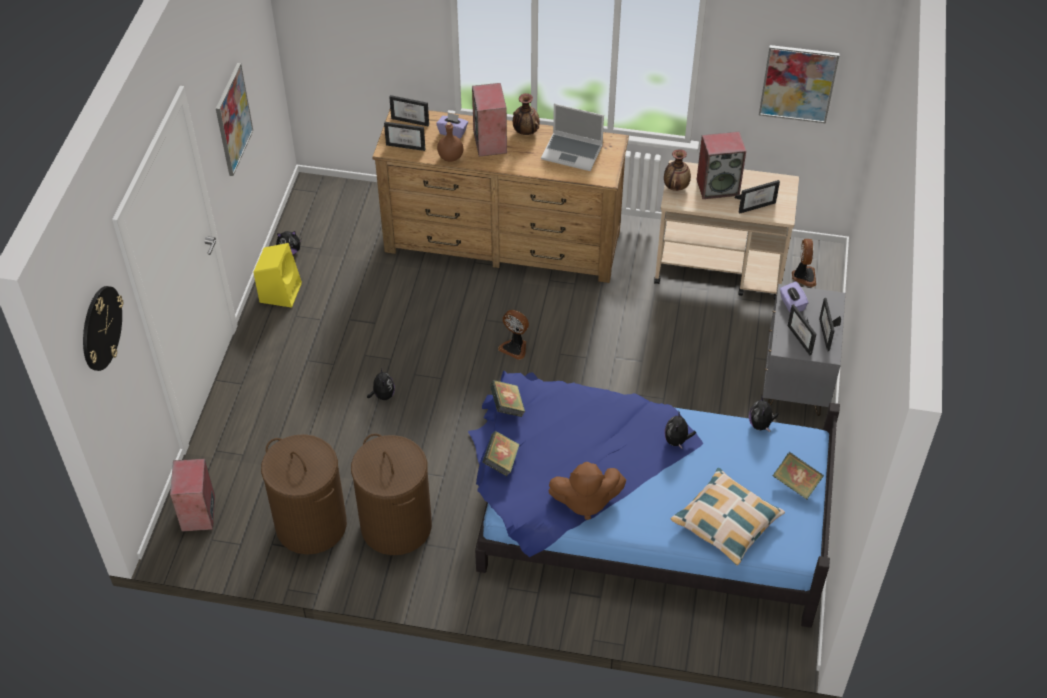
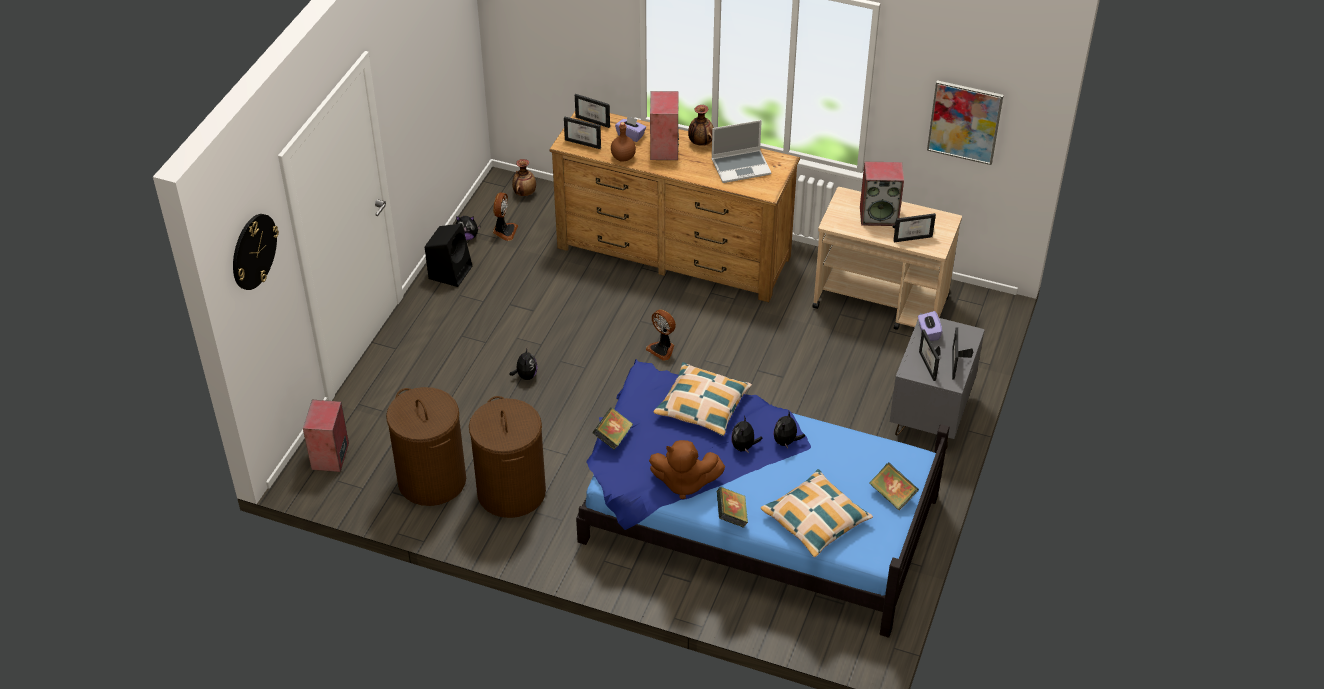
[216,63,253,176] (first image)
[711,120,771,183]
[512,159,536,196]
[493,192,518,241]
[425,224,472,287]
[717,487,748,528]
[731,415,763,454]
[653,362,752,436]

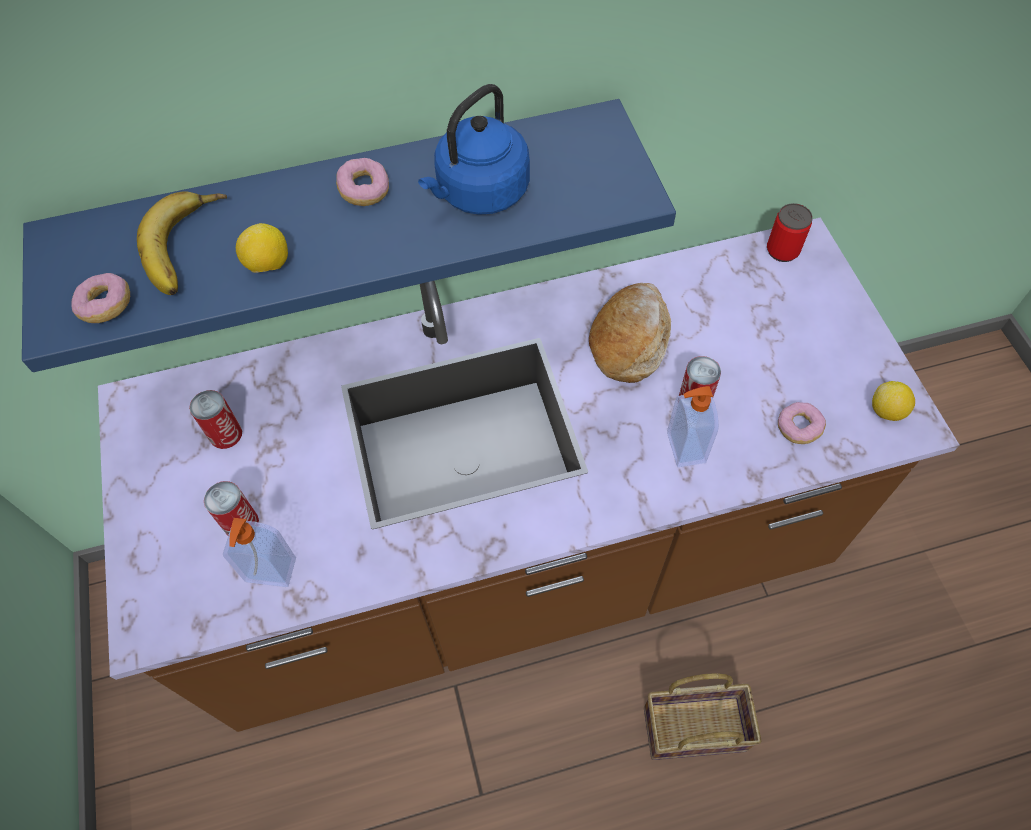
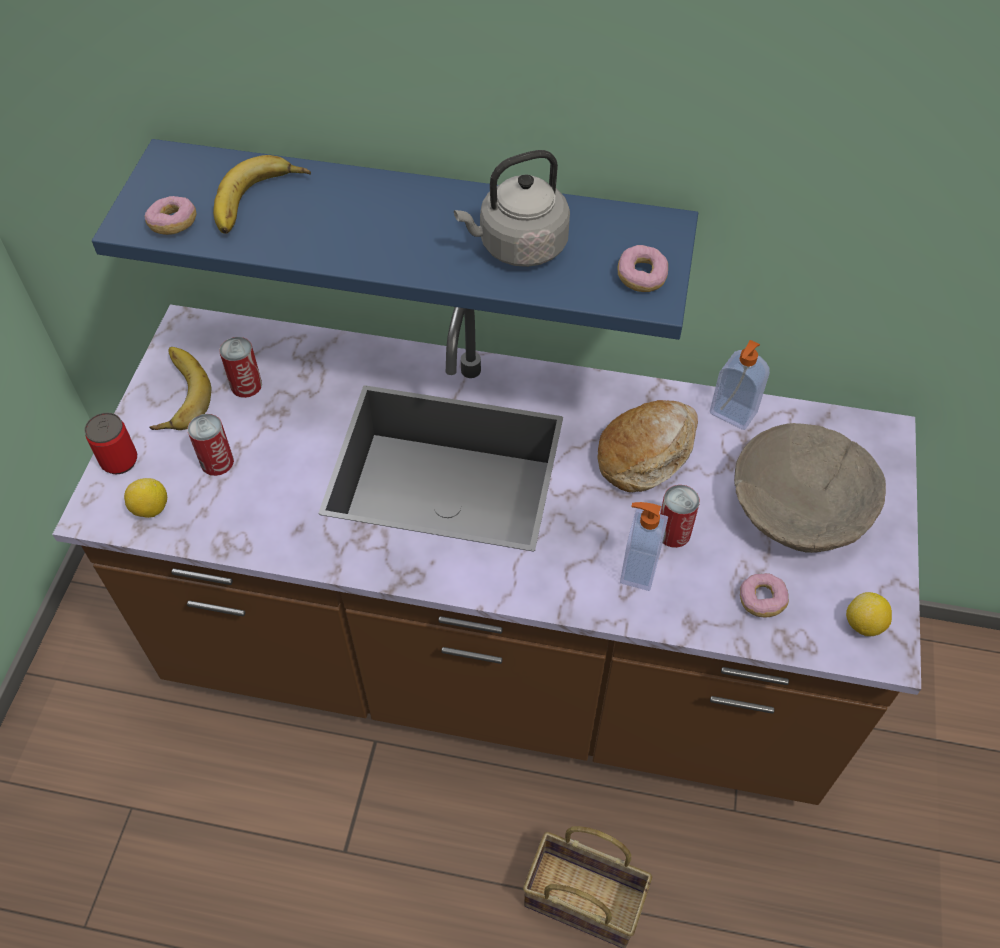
[454,150,570,267]
[618,245,668,292]
[84,413,137,474]
[124,478,167,518]
[710,340,770,430]
[149,347,212,430]
[734,423,886,553]

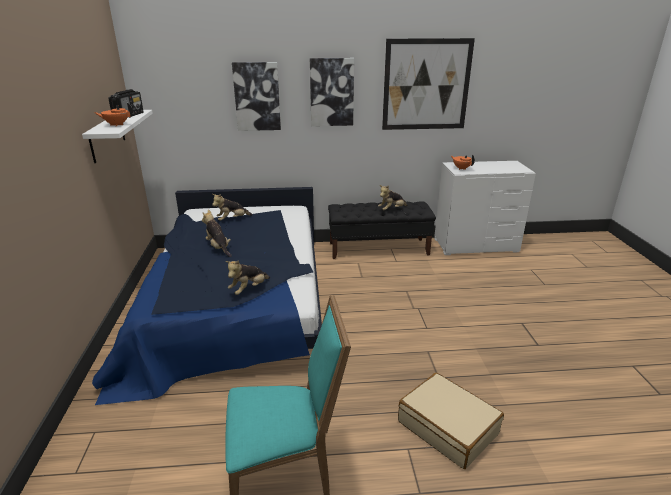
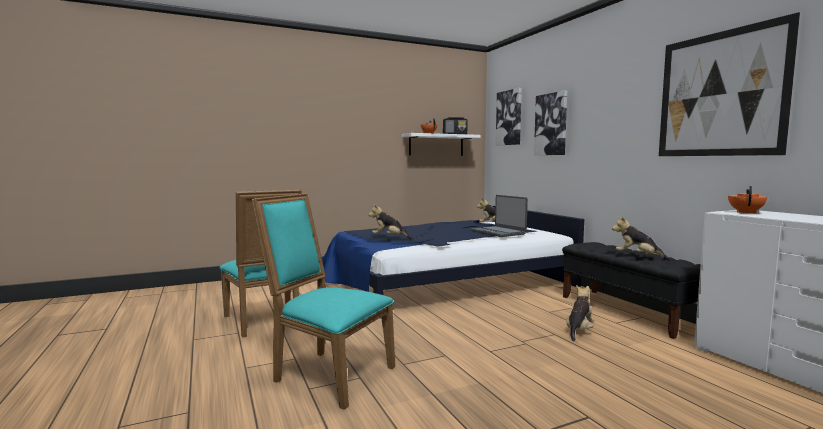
[496,88,522,146]
[566,285,594,342]
[252,193,395,410]
[471,195,528,237]

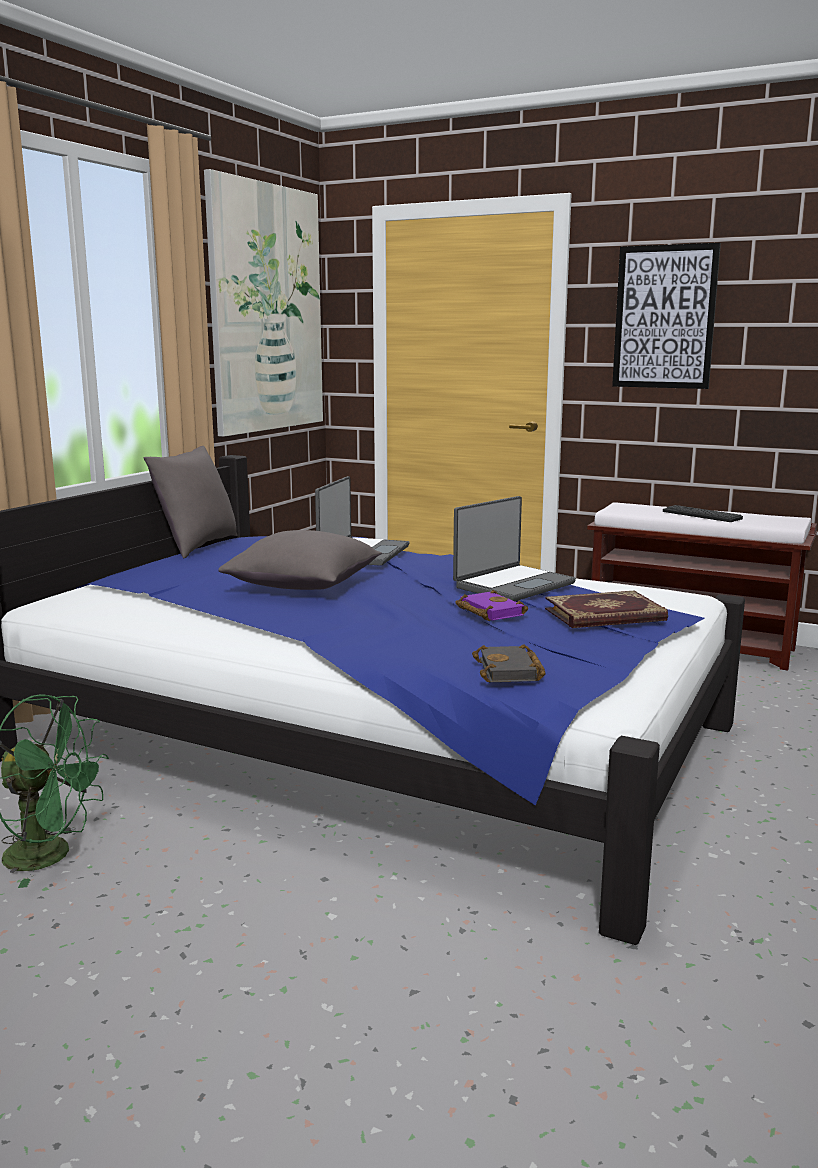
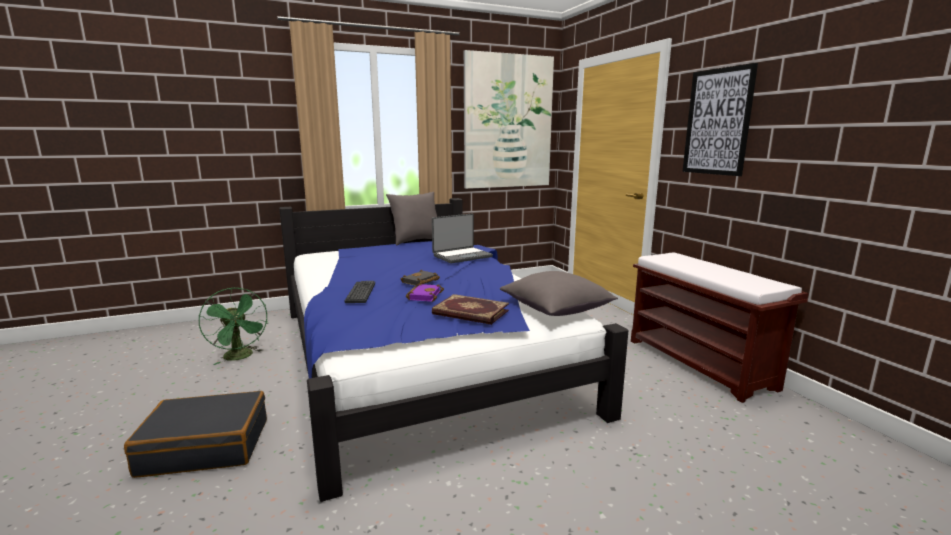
[453,496,576,601] (first image)
[345,281,375,303]
[500,271,618,316]
[400,270,440,286]
[124,391,267,478]

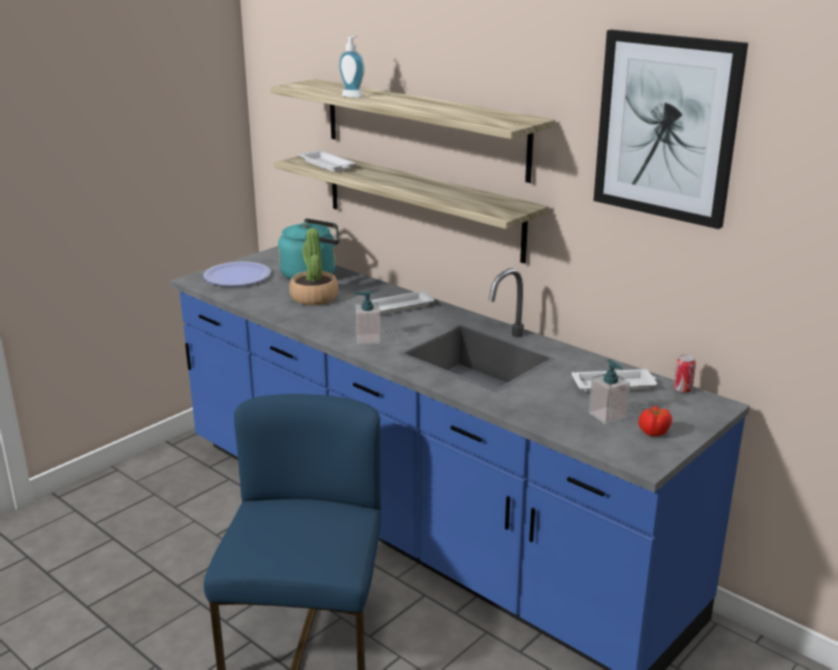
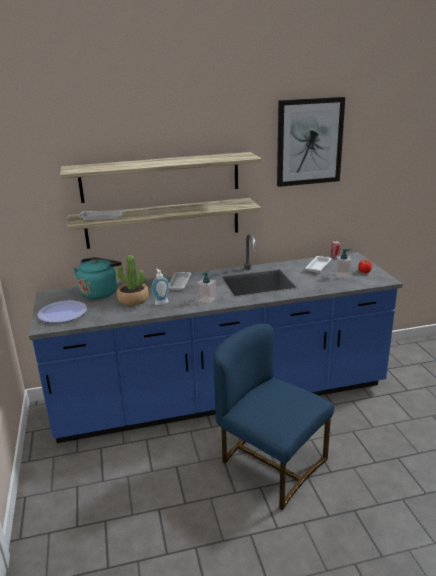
[151,268,169,305]

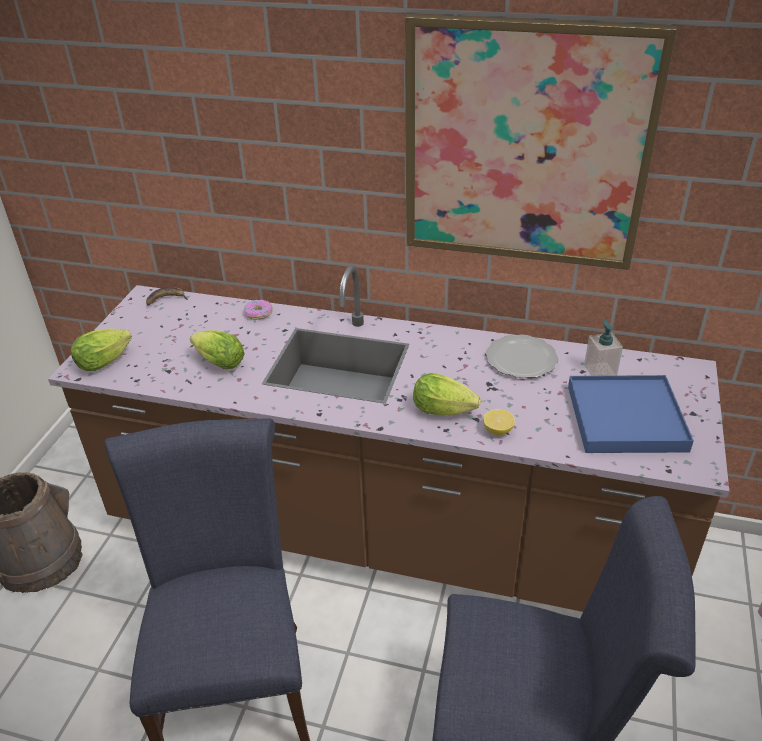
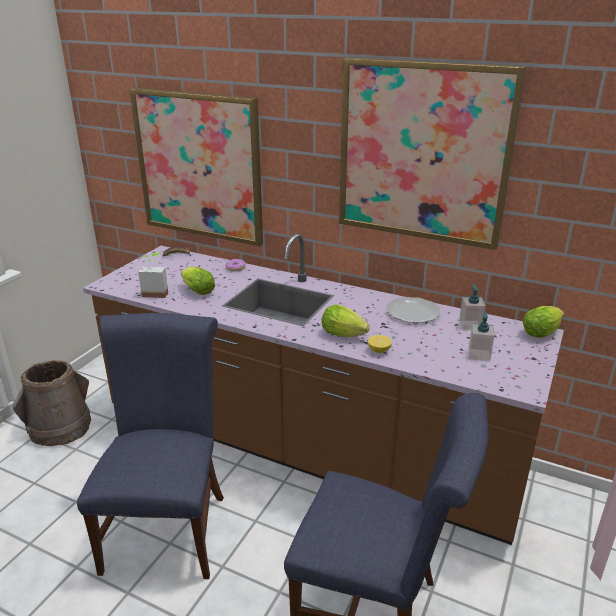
[523,306,564,338]
[469,311,495,362]
[129,87,263,246]
[138,253,168,298]

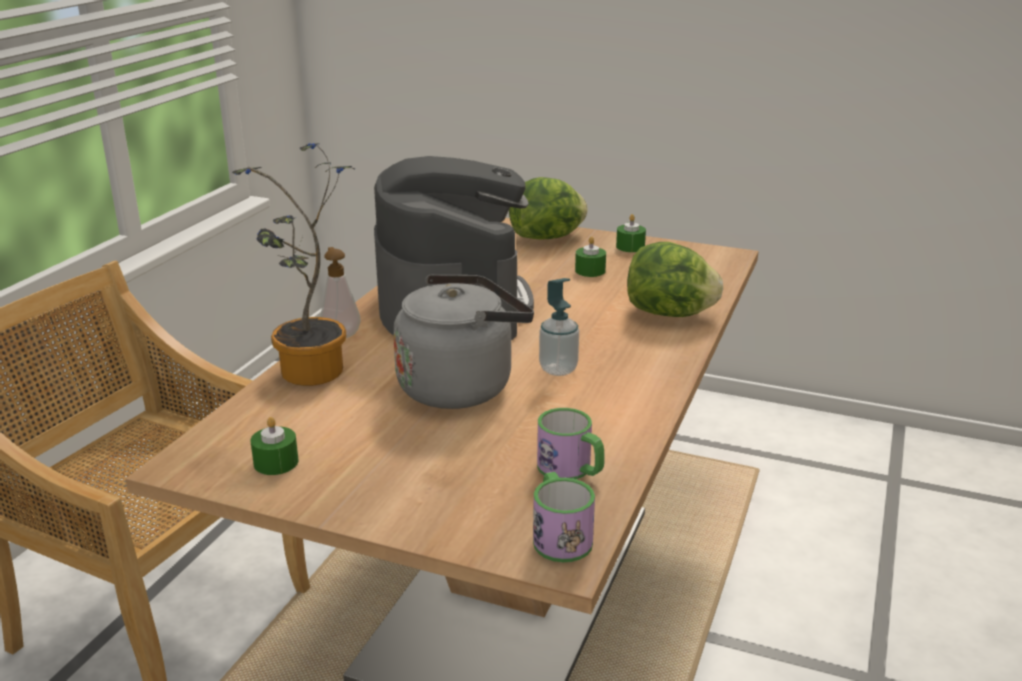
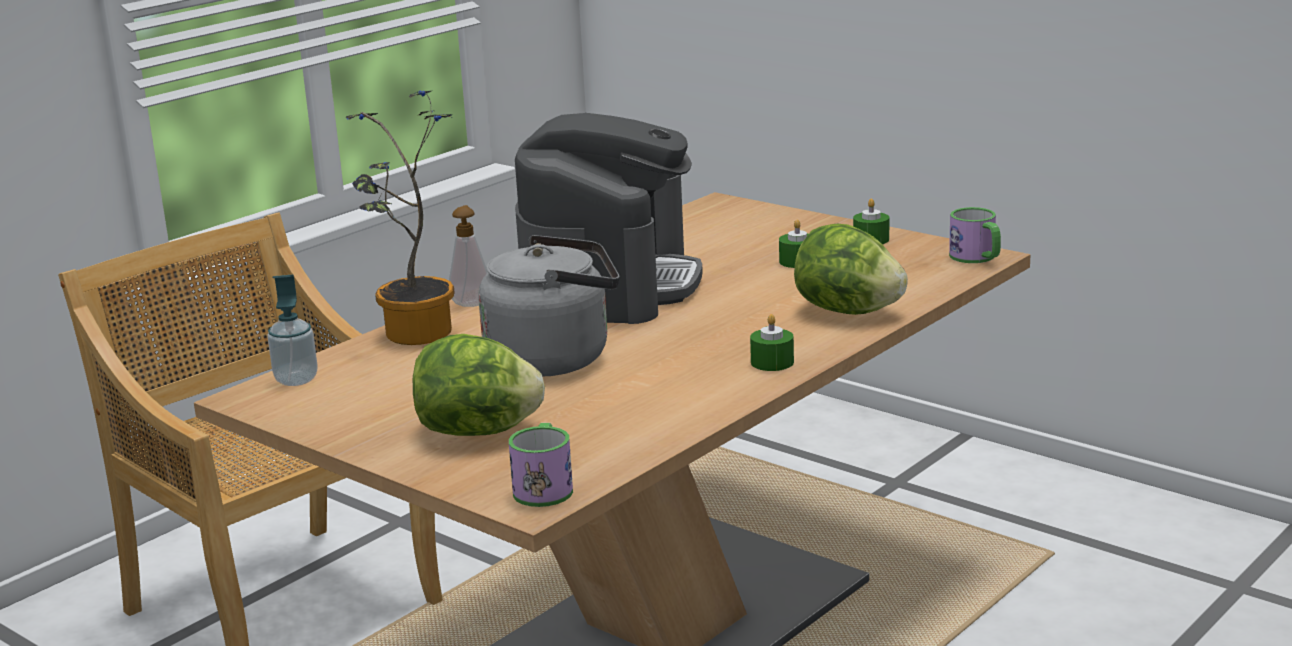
[413,334,545,436]
[267,275,318,386]
[949,207,1001,263]
[750,314,794,371]

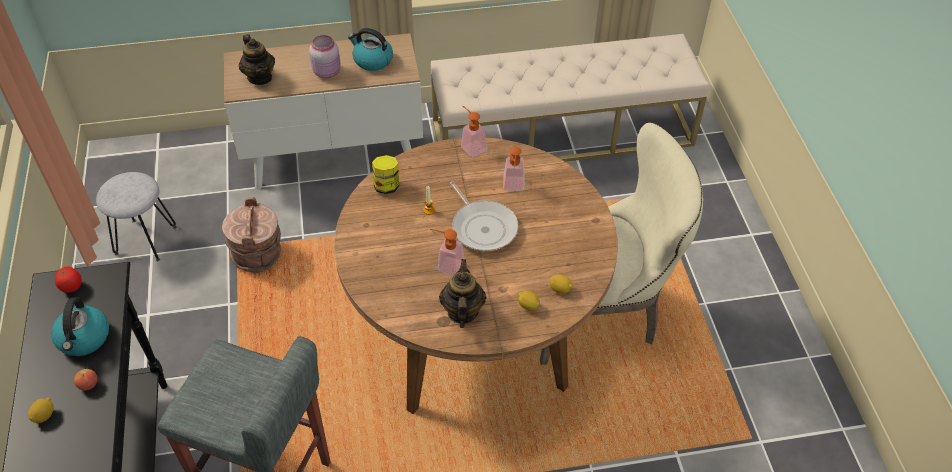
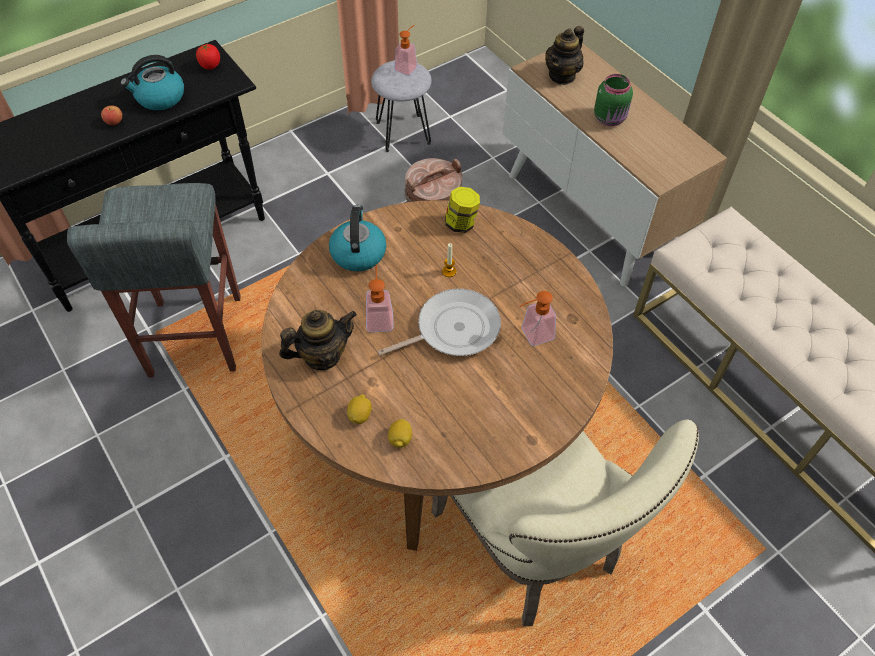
[329,205,386,272]
[594,74,633,126]
[394,25,417,75]
[378,289,501,356]
[28,397,54,423] (first image)

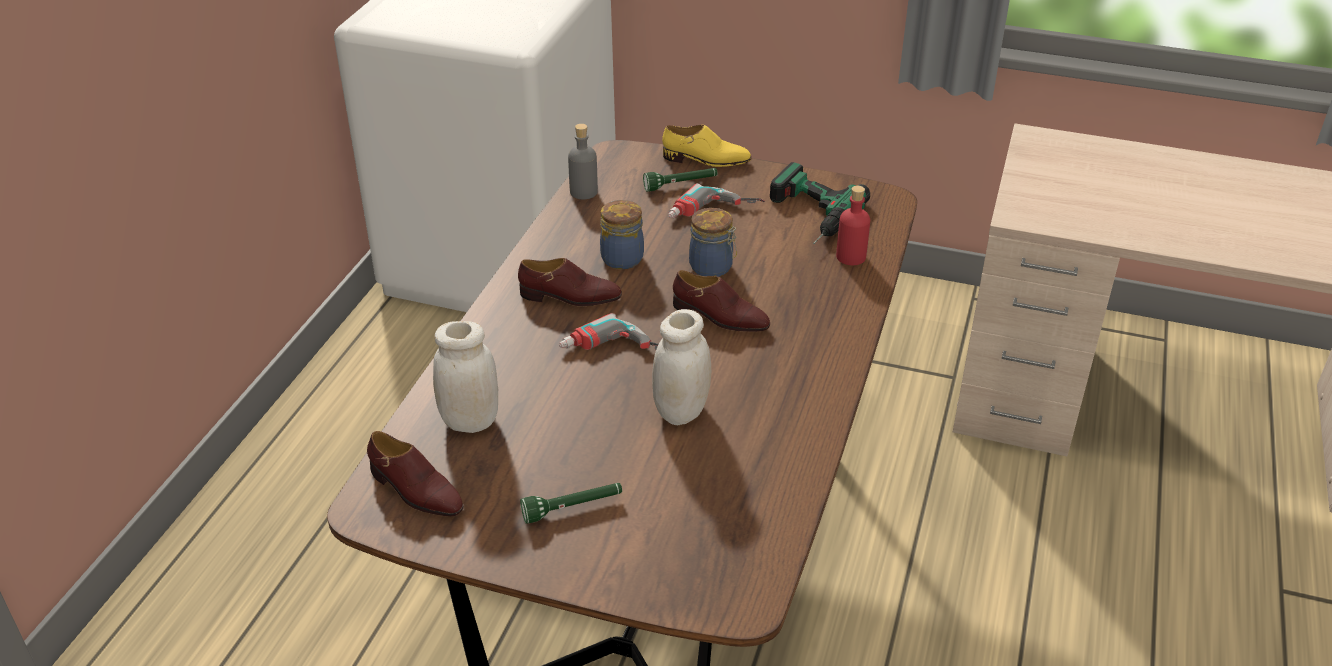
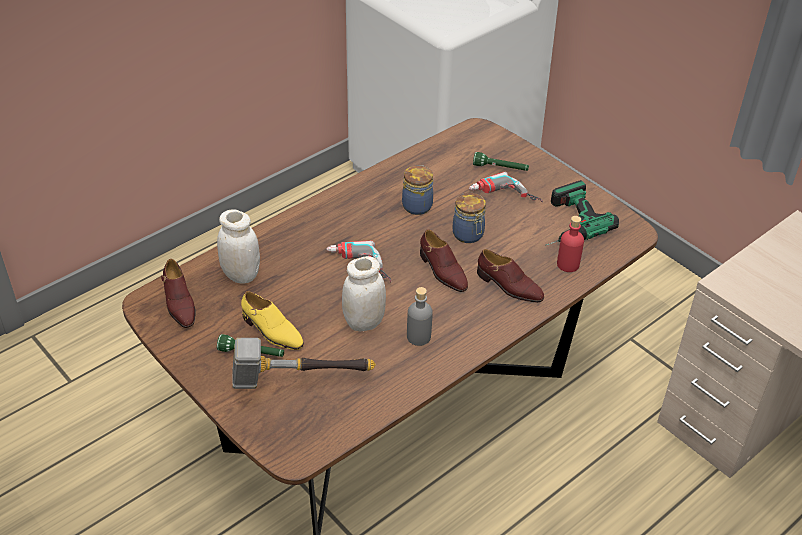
[407,287,433,346]
[241,291,304,350]
[477,249,544,302]
[232,338,376,389]

